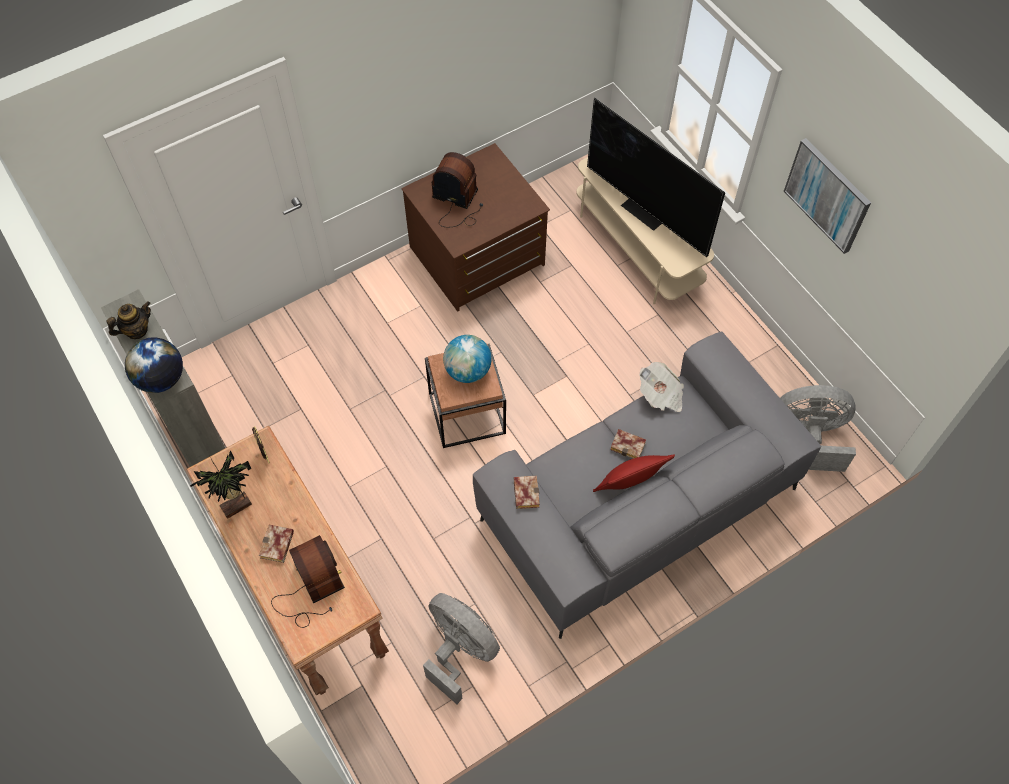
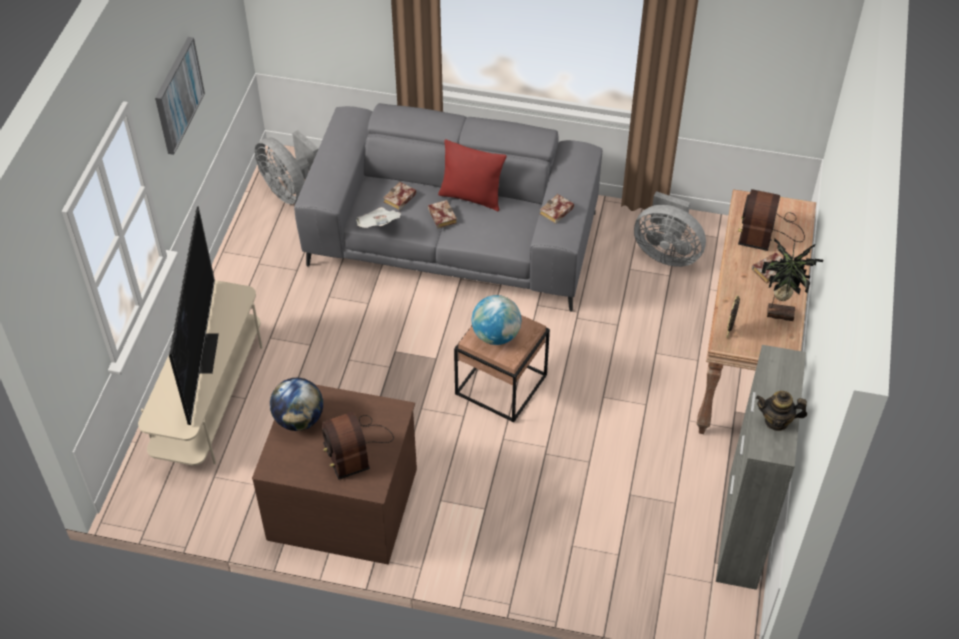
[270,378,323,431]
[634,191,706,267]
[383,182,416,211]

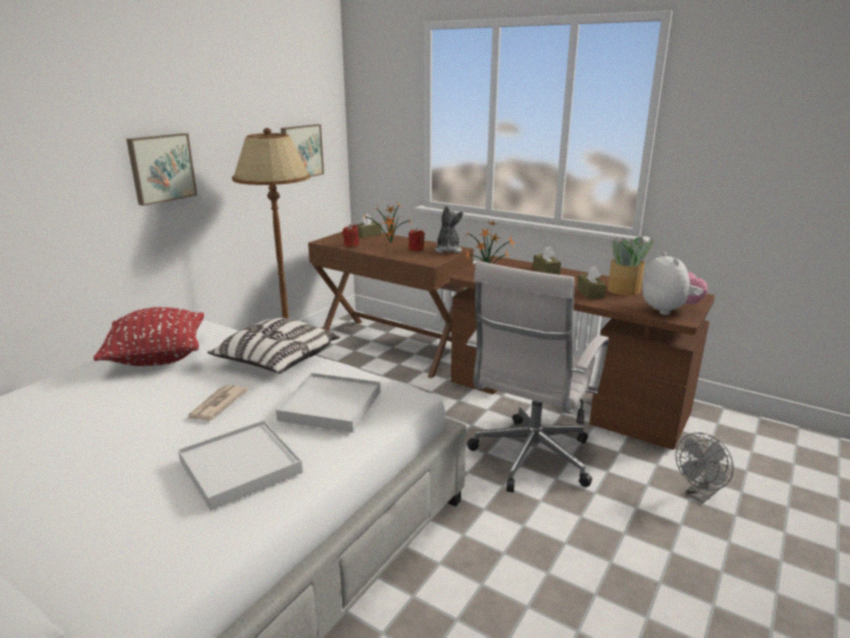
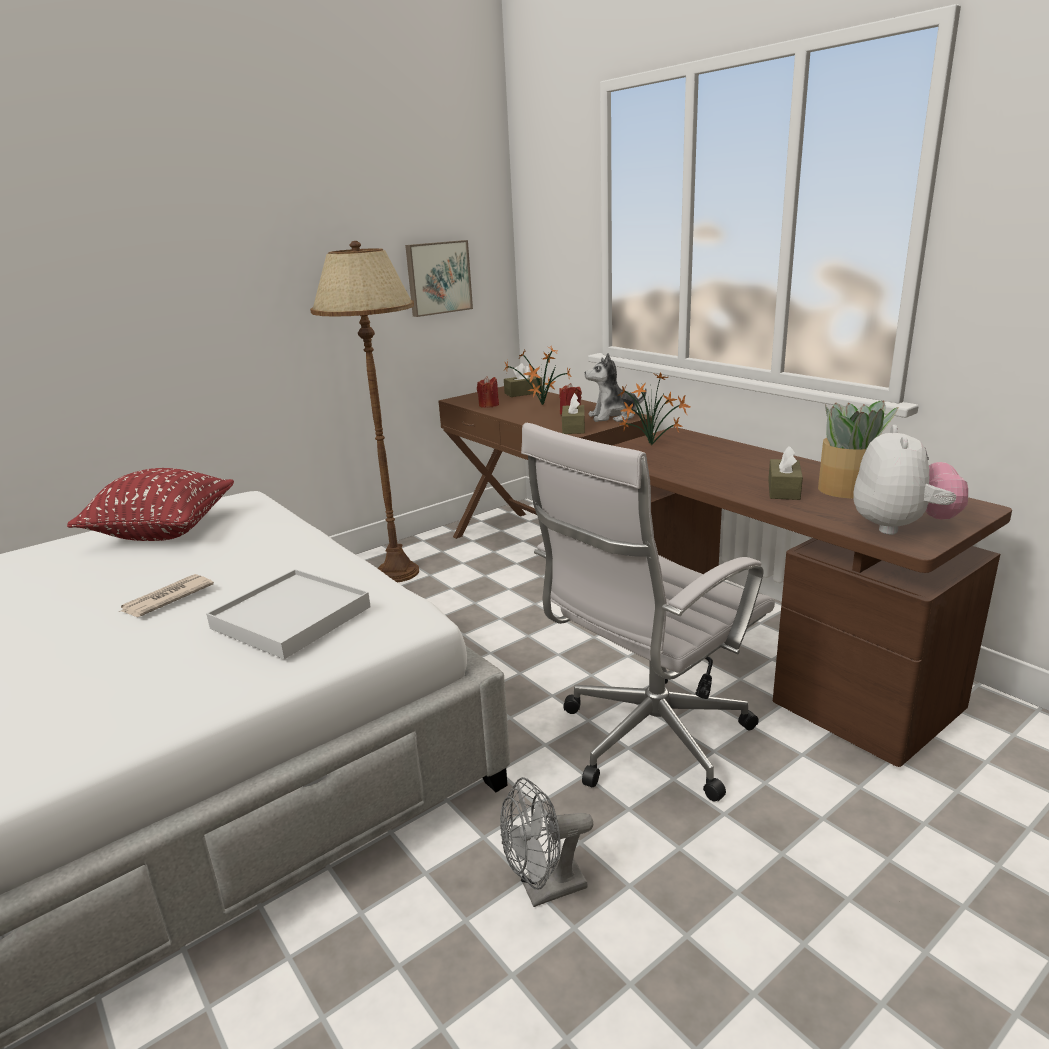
[126,133,197,206] (first image)
[584,353,647,422]
[562,393,585,434]
[207,318,340,374] (first image)
[178,420,303,511] (first image)
[500,777,593,907]

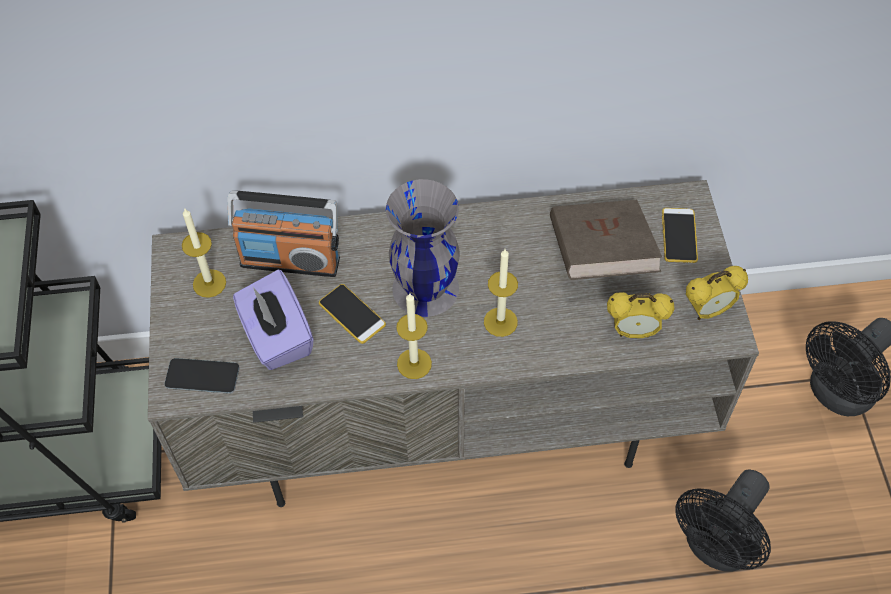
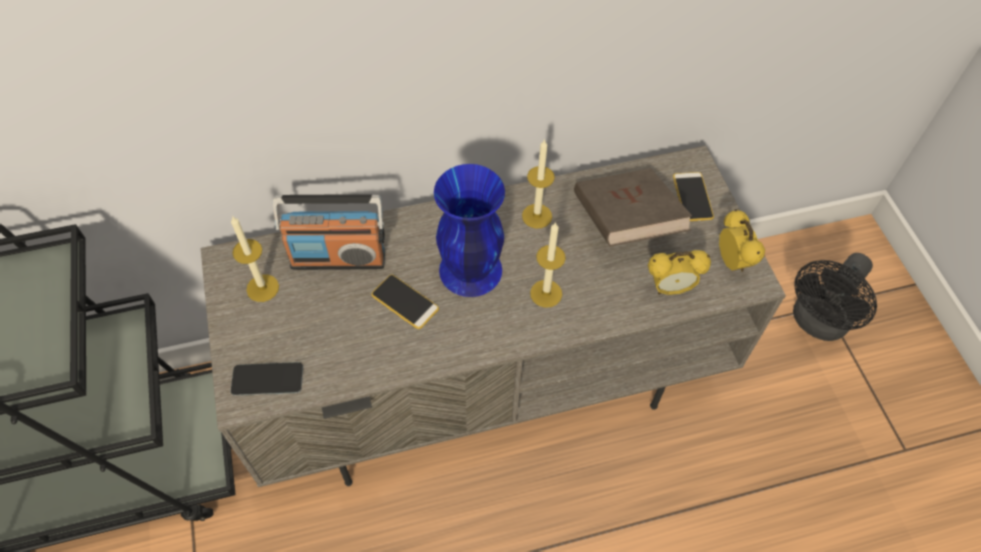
[434,164,505,297]
[719,209,765,272]
[233,269,314,370] (first image)
[522,139,555,228]
[675,469,771,572] (first image)

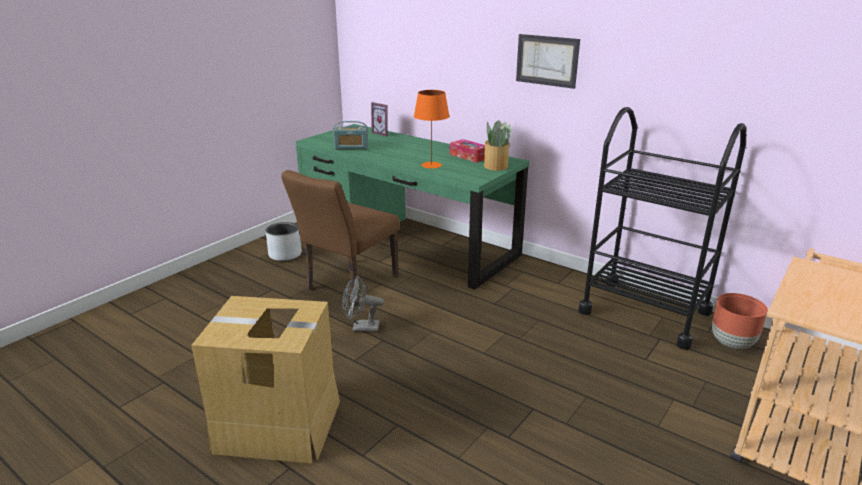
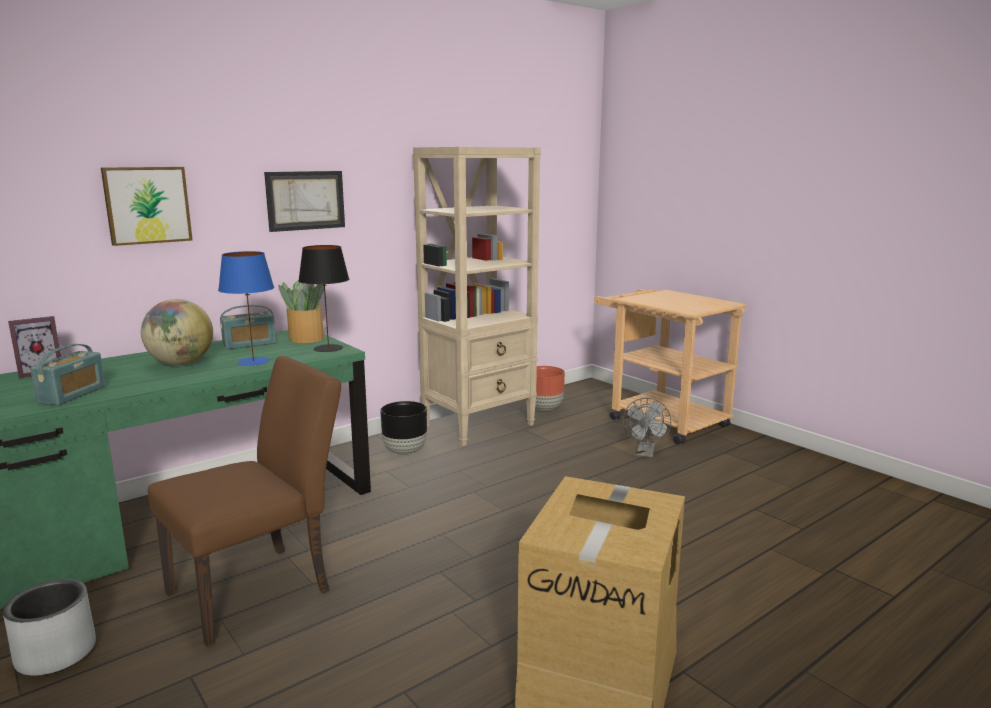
[218,251,274,366]
[413,147,541,446]
[220,305,276,349]
[148,356,341,647]
[623,398,671,457]
[101,167,192,246]
[298,245,349,352]
[141,299,213,365]
[381,401,427,455]

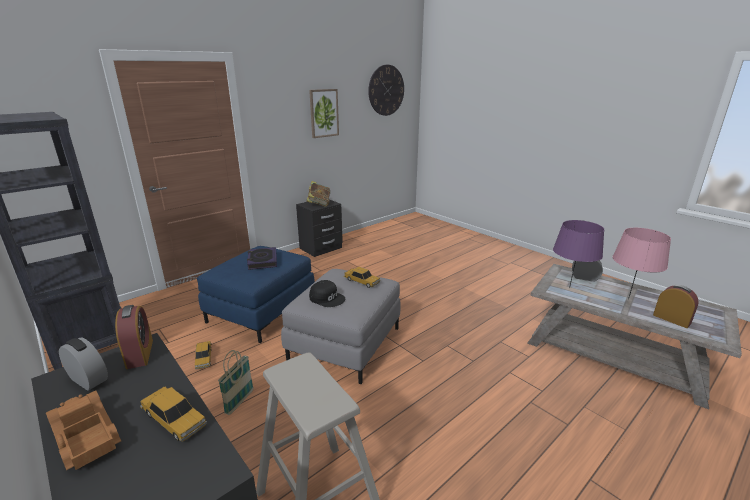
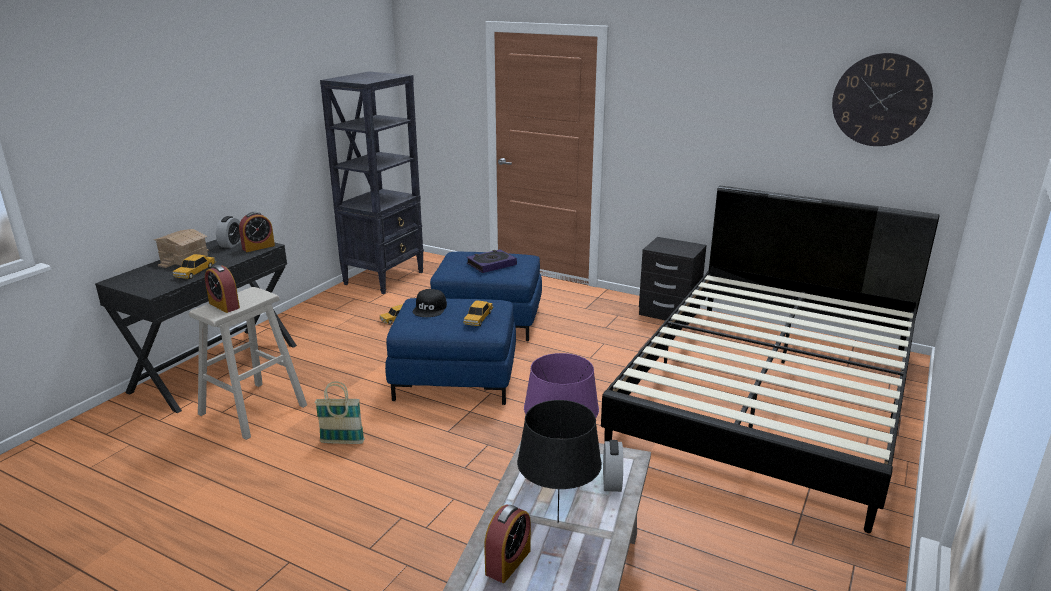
[309,89,339,138] (first image)
[307,181,330,207] (first image)
[517,400,602,523]
[385,298,516,405]
[315,381,365,444]
[154,229,209,268]
[601,186,940,533]
[205,265,240,313]

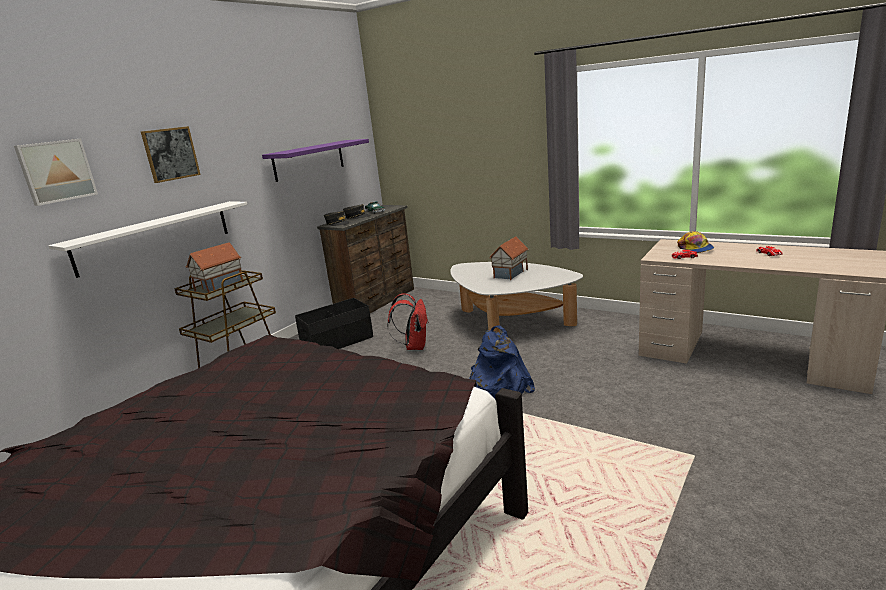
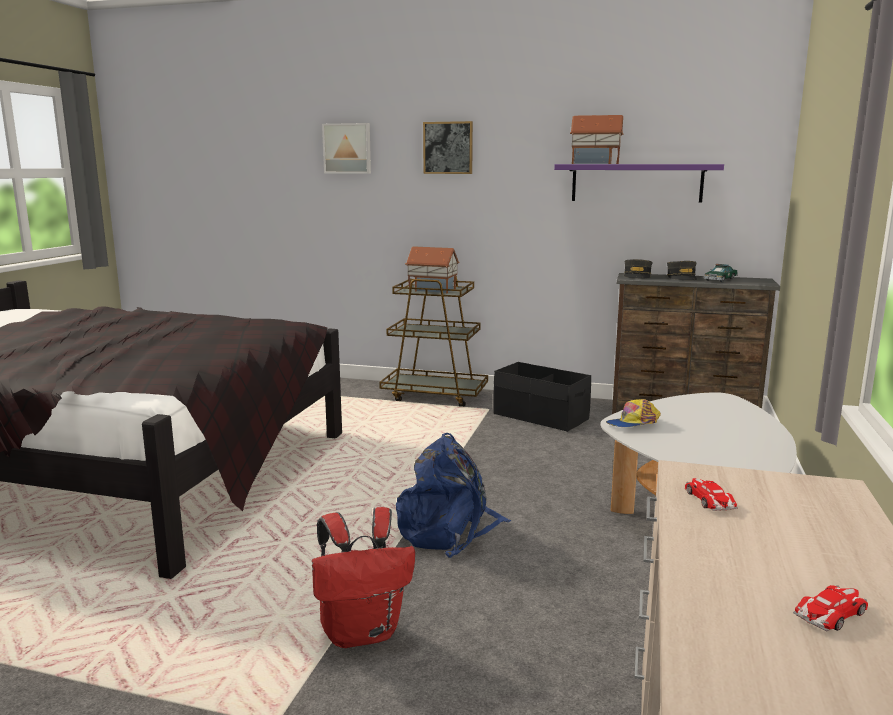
[48,201,247,278] (first image)
[606,399,661,427]
[570,115,623,164]
[312,507,415,648]

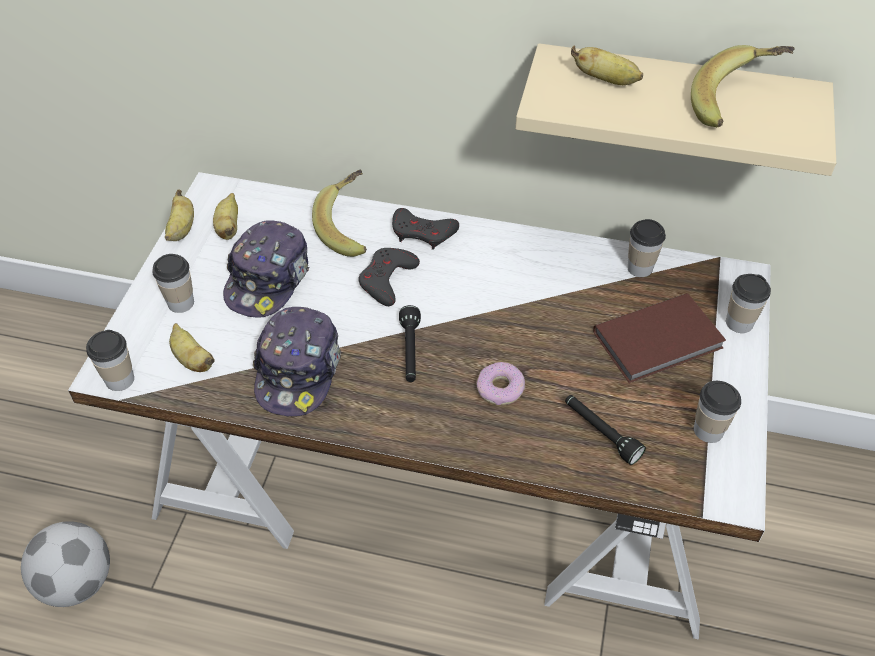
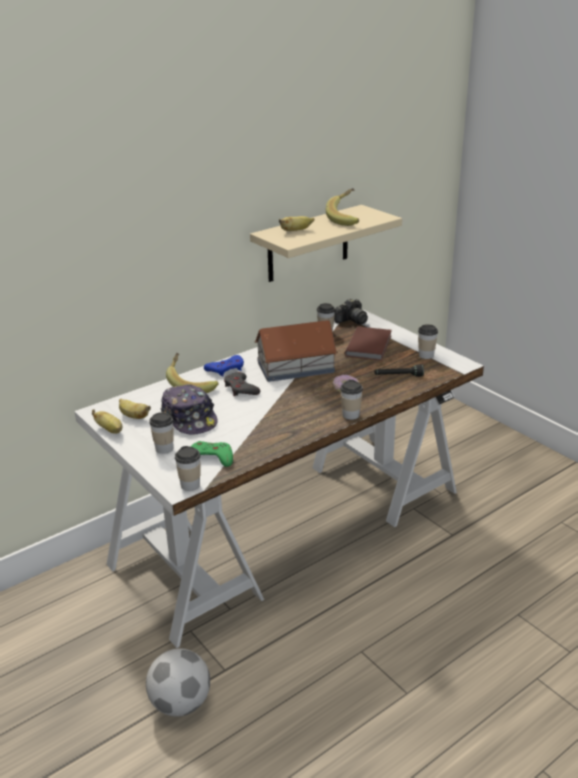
[204,355,244,376]
[340,380,363,420]
[399,305,421,382] (first image)
[253,307,341,416] (first image)
[191,441,233,467]
[334,299,368,325]
[255,320,338,382]

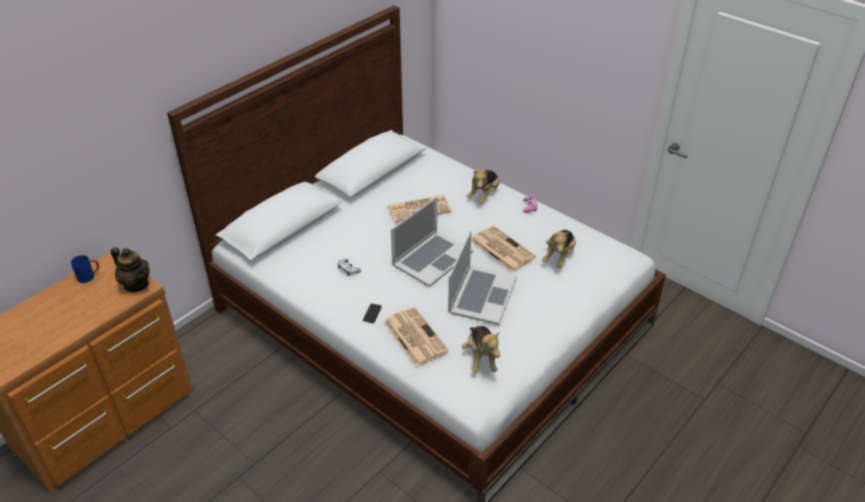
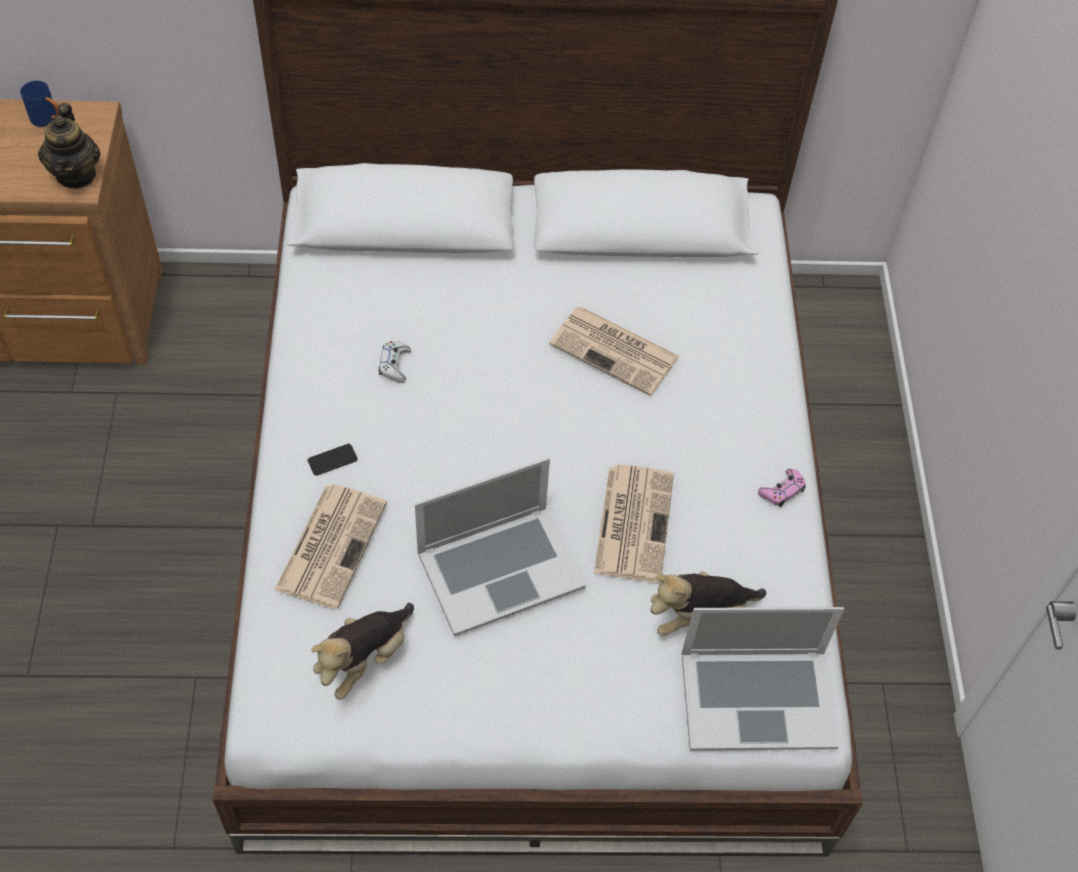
[466,169,500,204] (first image)
[681,607,844,751]

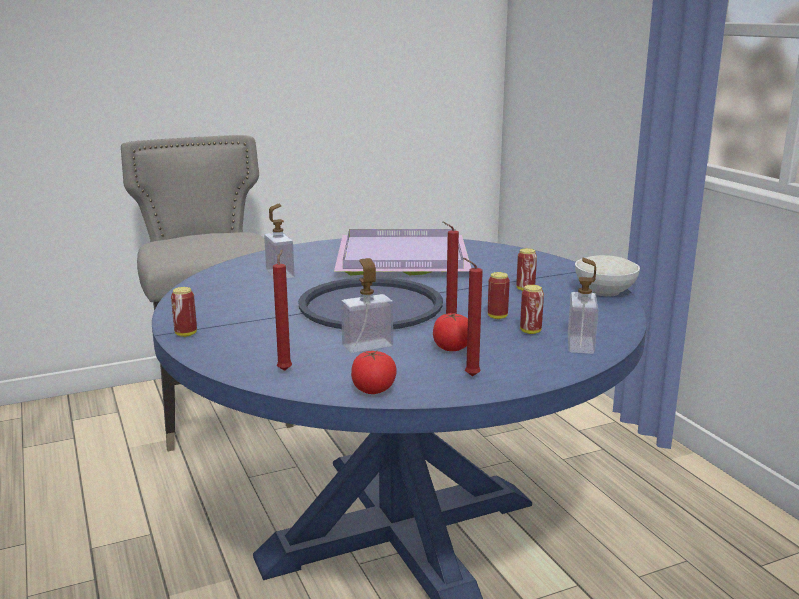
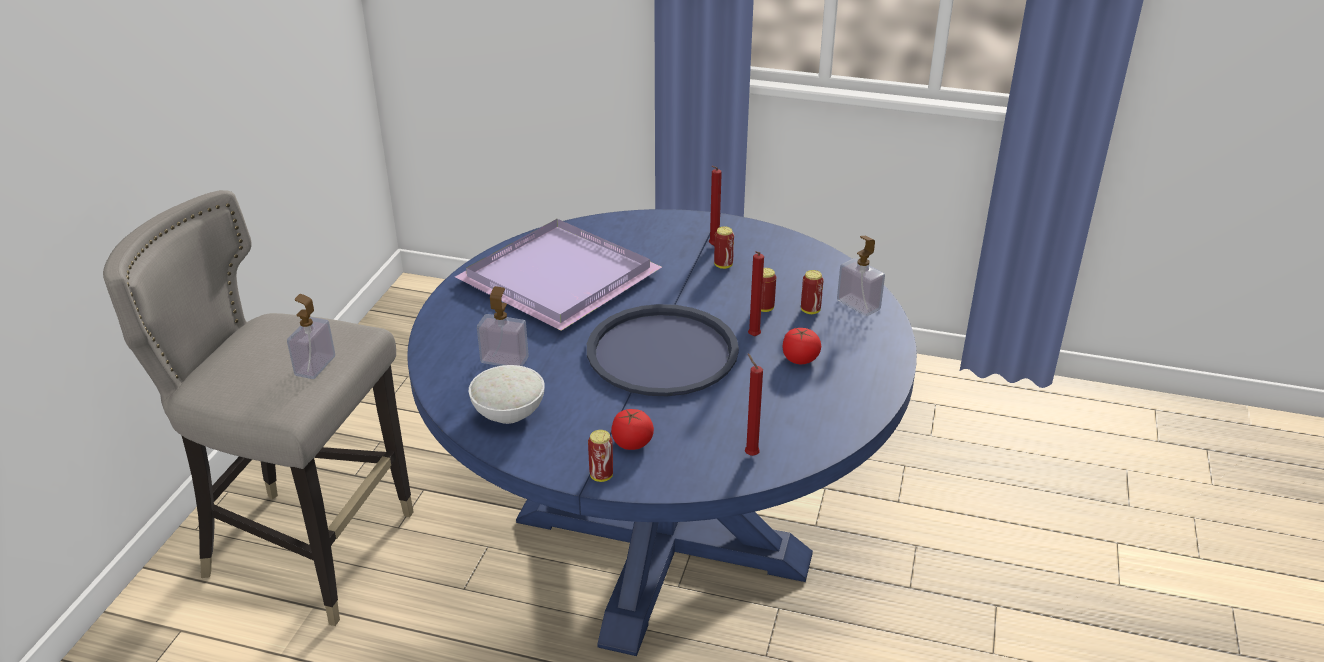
[469,365,545,424]
[287,294,335,379]
[709,166,722,246]
[611,409,654,450]

